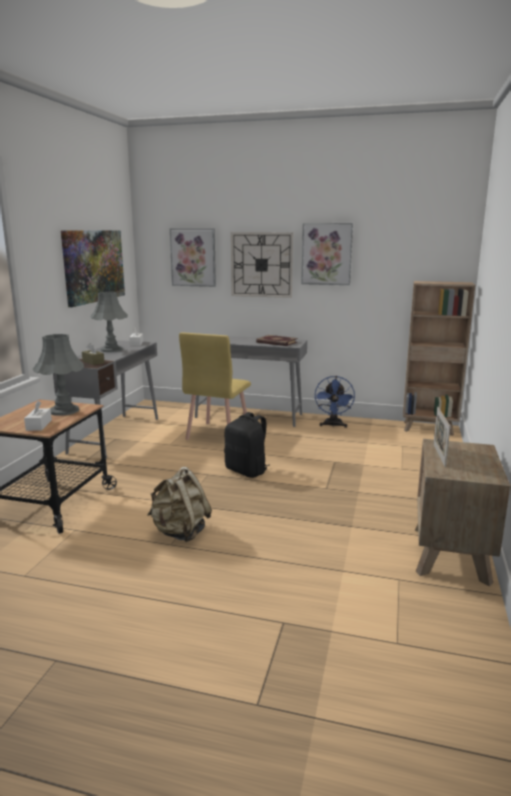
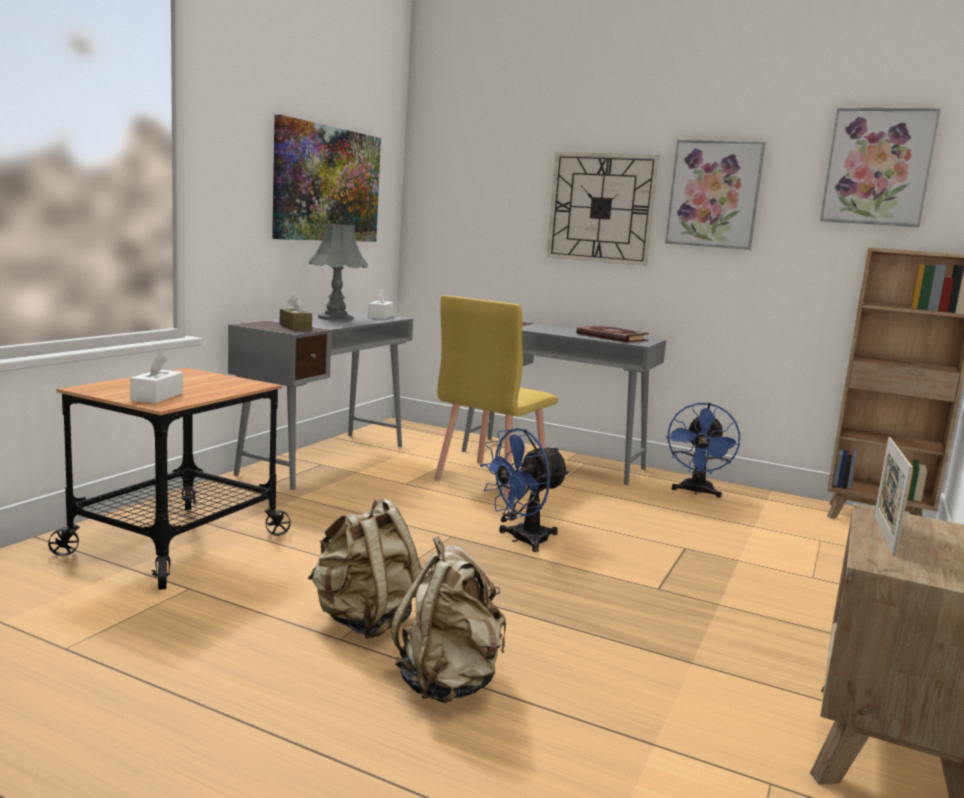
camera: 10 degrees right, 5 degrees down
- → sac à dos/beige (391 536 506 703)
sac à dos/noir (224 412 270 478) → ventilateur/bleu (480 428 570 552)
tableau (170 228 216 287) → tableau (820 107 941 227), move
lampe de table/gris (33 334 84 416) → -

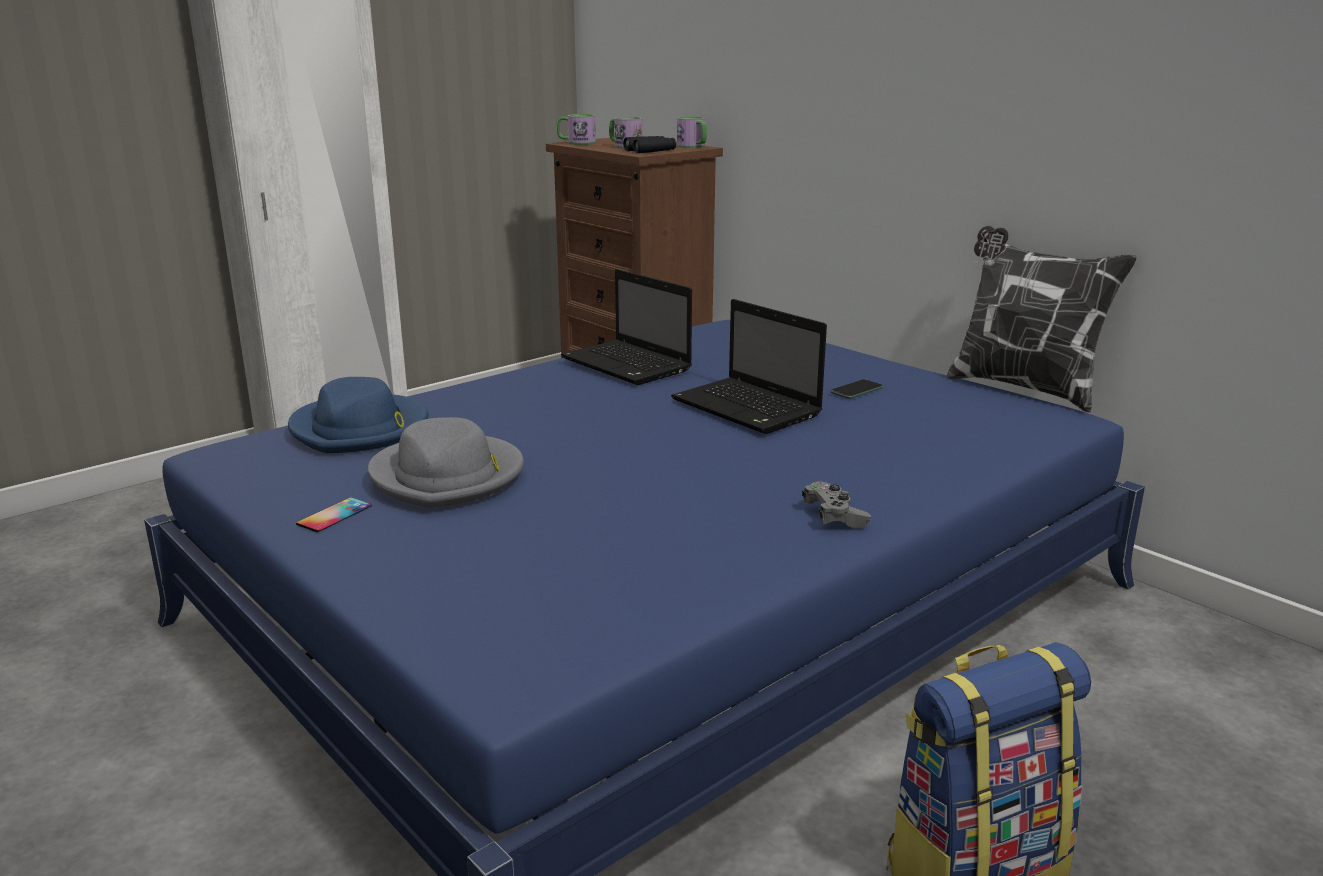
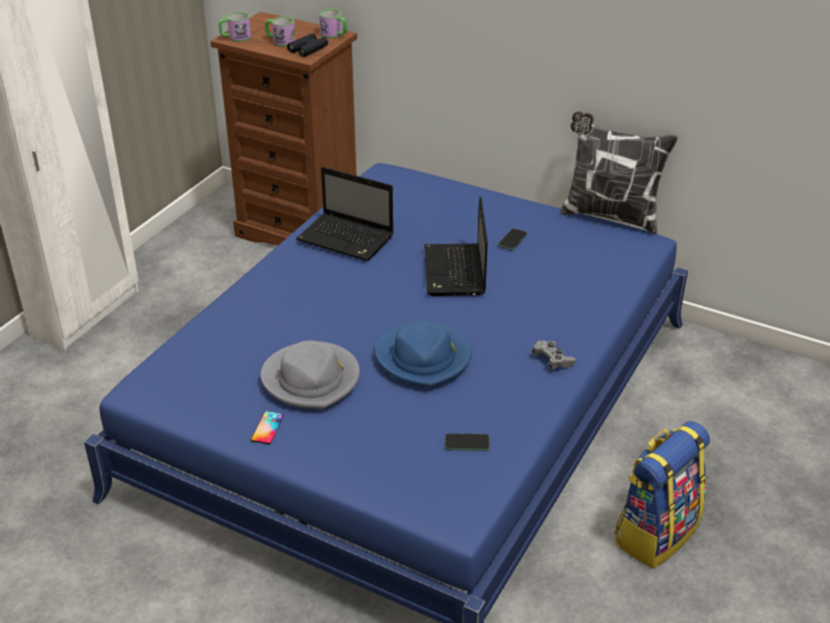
camera: 20 degrees left, 15 degrees up
chapeau/bleu (288 377 428 453) → chapeau/bleu (375 320 472 387), move
ordinateur portable (671 299 827 434) → ordinateur portable (424 196 488 296), 60 degrees clockwise
- → téléphone (445 433 490 451)

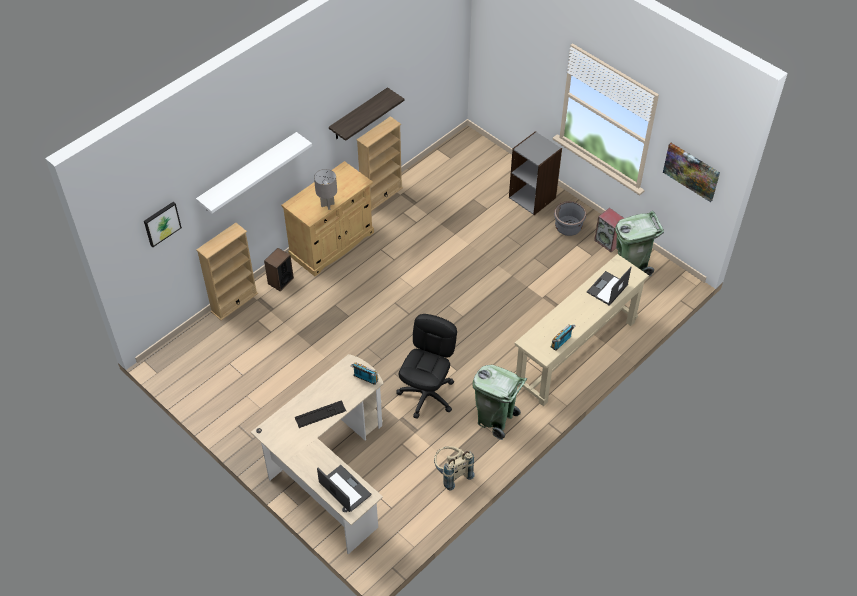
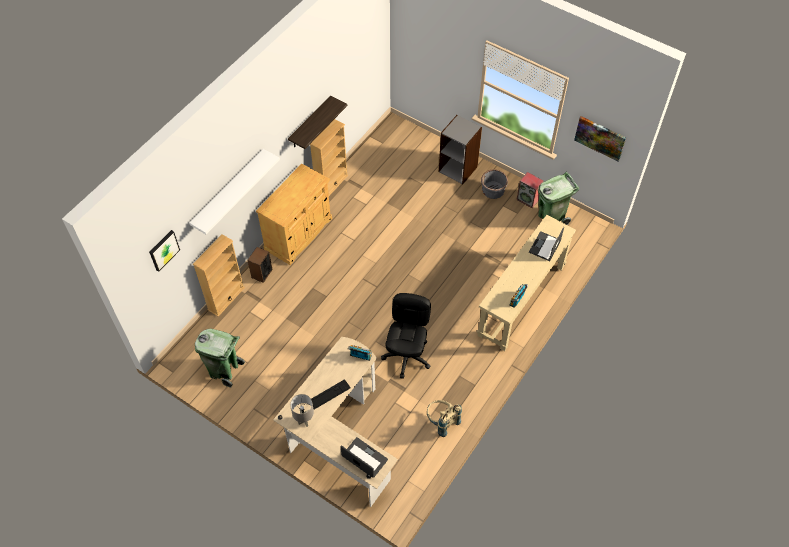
camera: 10 degrees left, 5 degrees up
poubelle/vert (473 365 527 440) → poubelle/vert (195 329 245 388), move
lampe de table/gris (314 169 337 210) → lampe de table/gris (290 394 314 427), move

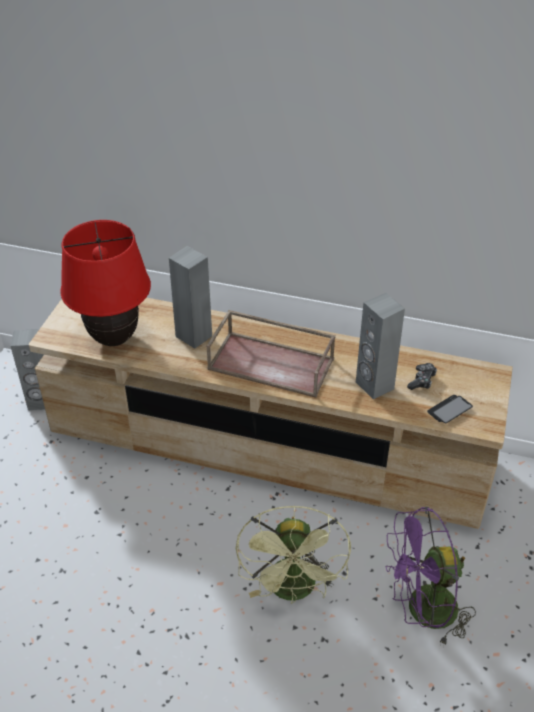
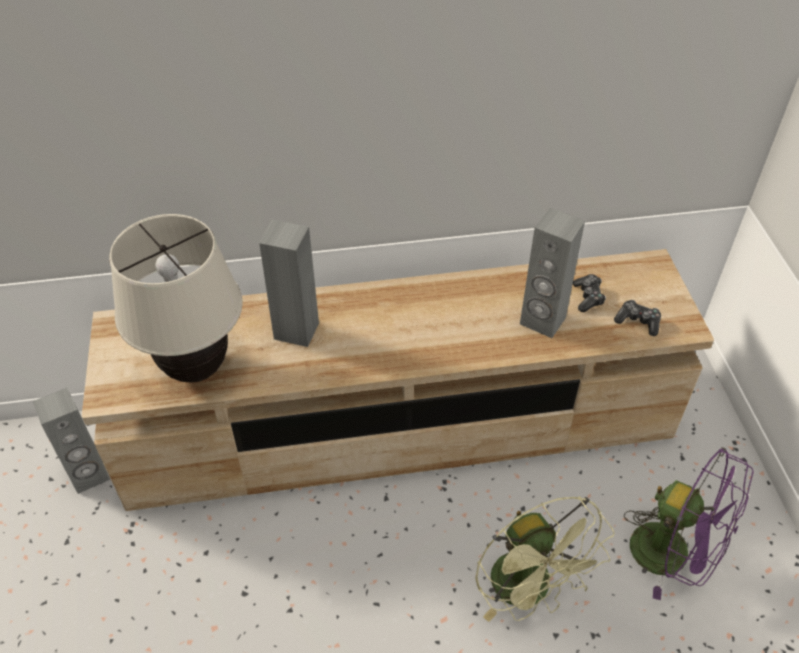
camera: 25 degrees left, 5 degrees up
lampe de table/rouge (60 220 151 346) → lampe de table/beige (109 214 243 383)
téléphone (427 395 473 423) → manette (614 300 661 336)
ventilateur/violet (385 507 476 647) → ventilateur/violet (623 447 754 600), 105 degrees counterclockwise
plateau/marron (207 310 336 398) → -

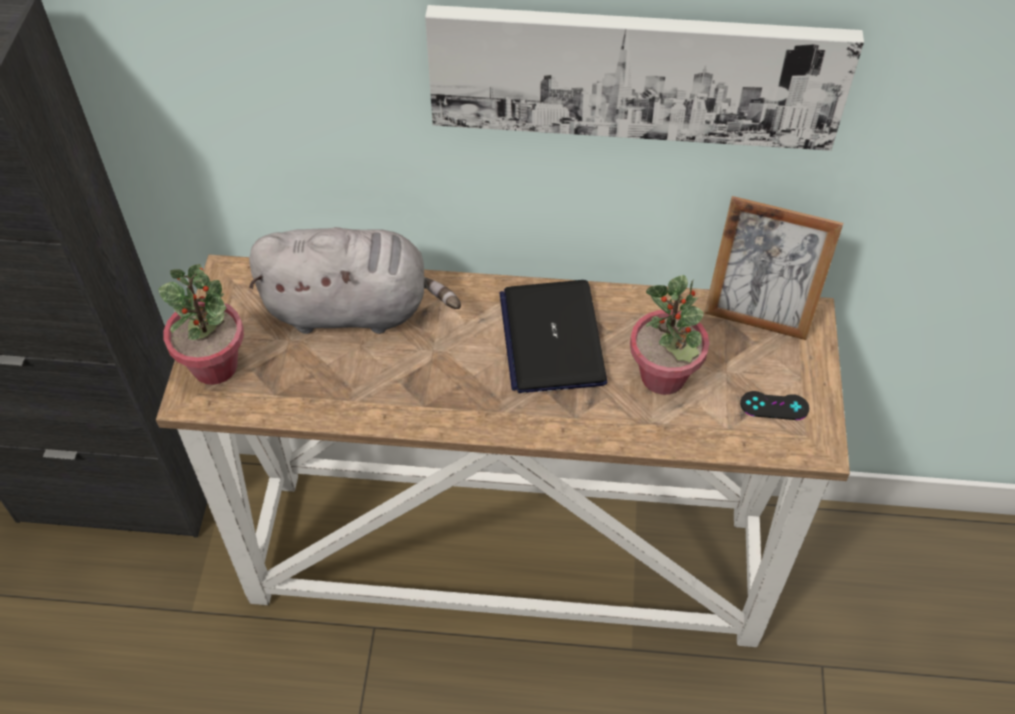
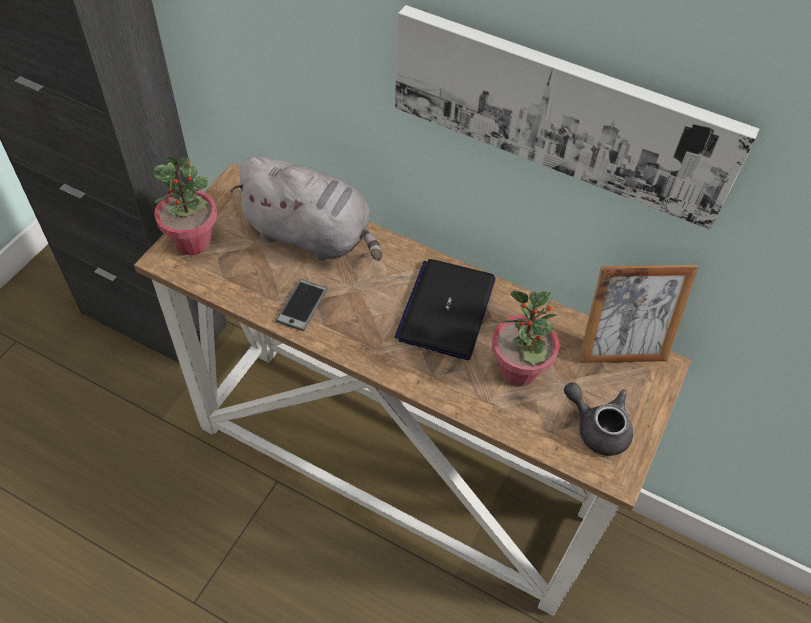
camera: 20 degrees right, 0 degrees up
- → téléphone (276 279 327 331)
manette/noir (740 391 809 420) → théière/gris (564 382 633 456)
cadre photo (704 196 843 340) → cadre photo (579 265 699 363), 45 degrees counterclockwise

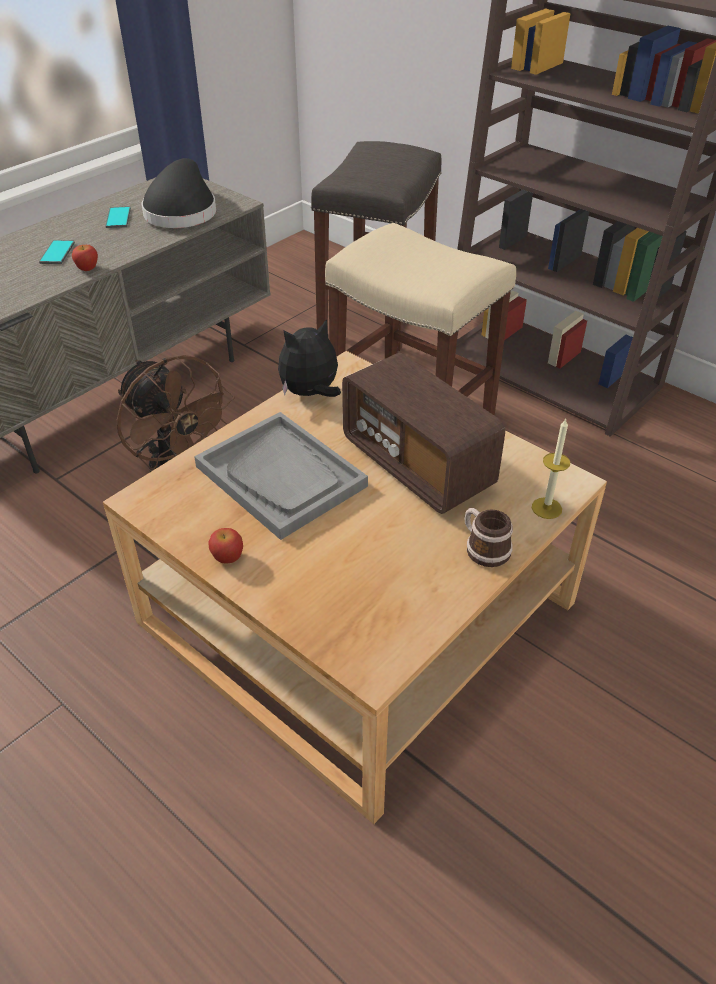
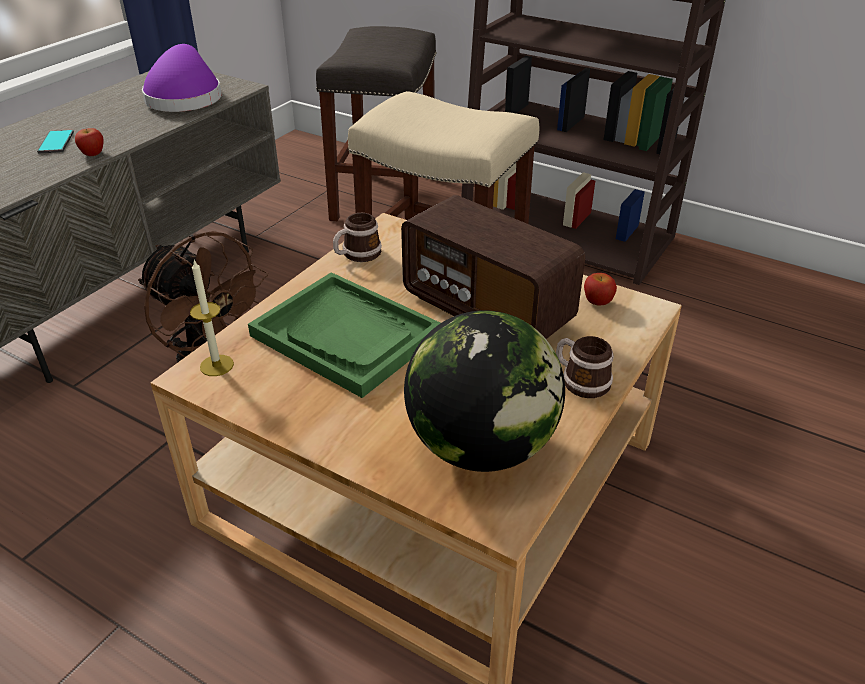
camera: 10 degrees left, 5 degrees down
chapeau/noir (142 158 216 228) → chapeau/violet (142 44 222 112)
bougie (532 419 570 519) → bougie (190 260 234 376), move
plateau/gris (194 412 368 540) → plateau/vert (248 272 440 398)
peluche (278 319 341 397) → mug (333 213 382 262)
- → globe (404 310 565 472)
pomme (208 528 243 564) → pomme (584 273 617 305), move
téléphone (106 206 131 228) → -

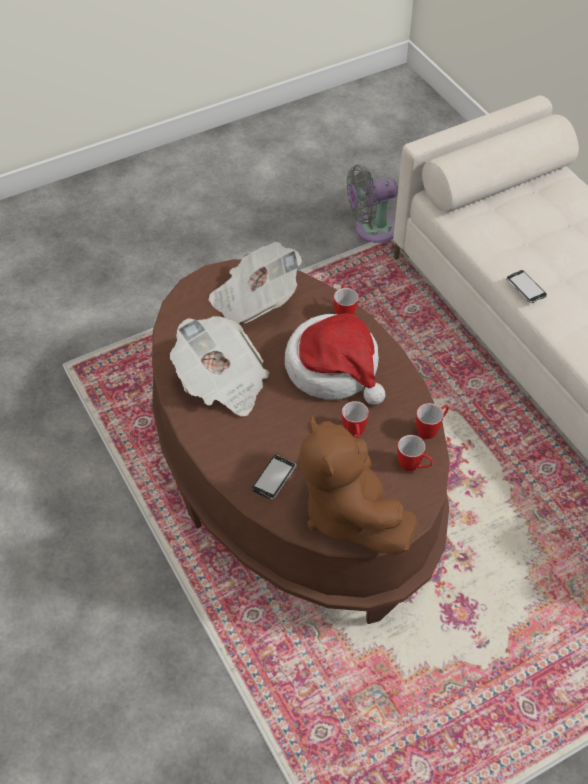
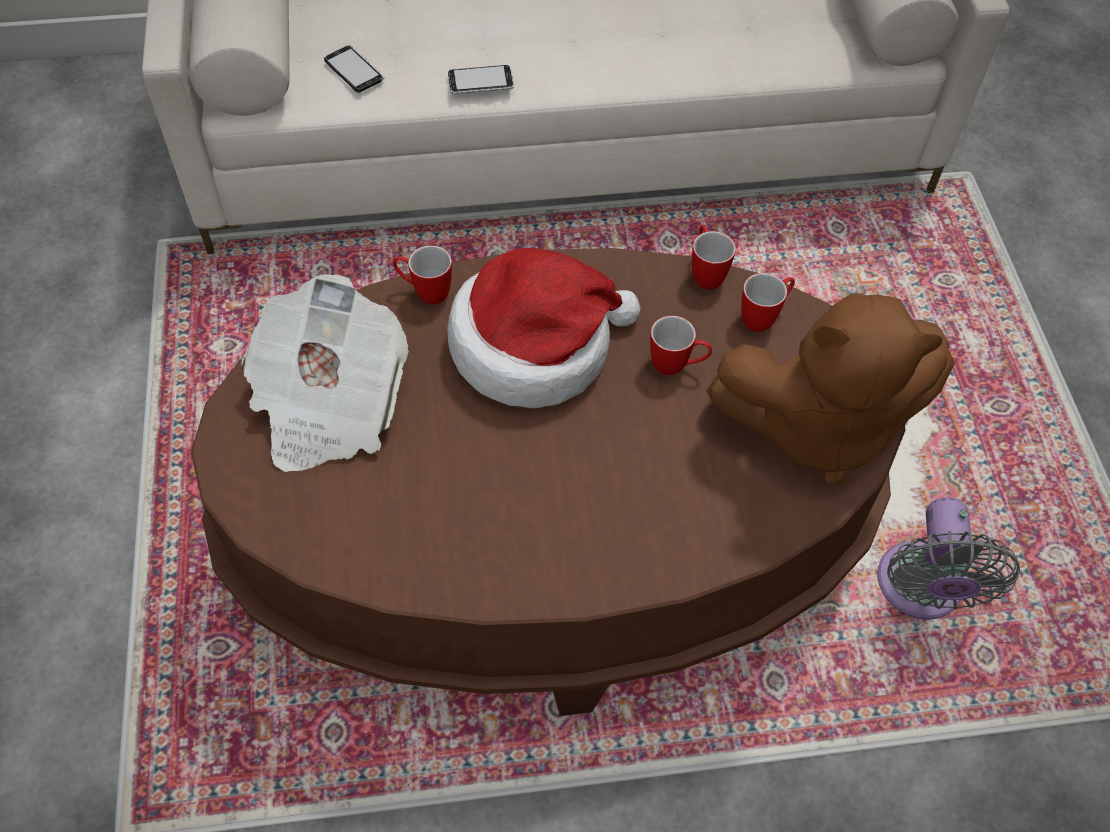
camera: 70 degrees left, 5 degrees up
téléphone (252 455 296 500) → téléphone (324 45 384 93), move
ventilateur/gris (347 165 398 243) → ventilateur/gris (877 497 1020 620), move
journal (170 316 269 417) → -

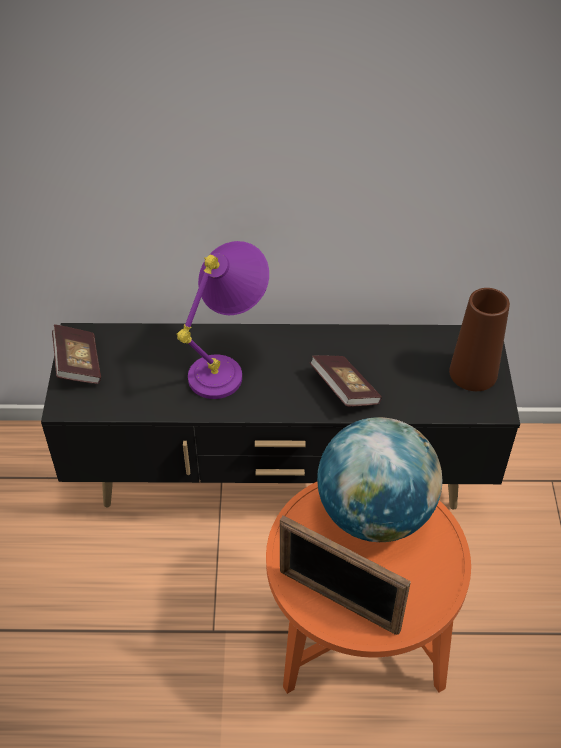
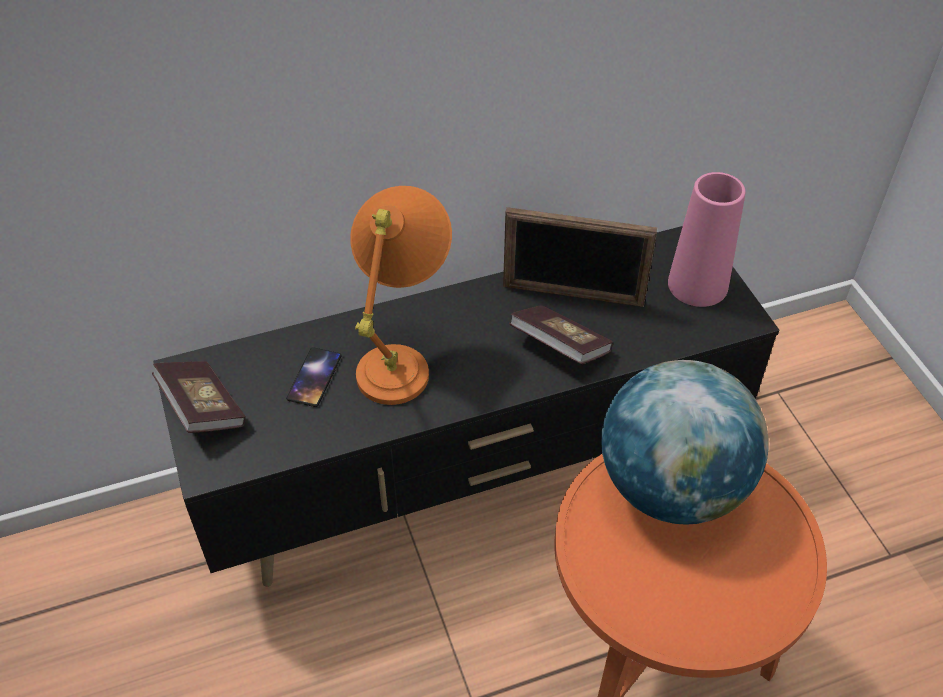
camera: 20 degrees left, 0 degrees up
- → téléphone (286 347 342 407)
lampe de table/violet (176 241 269 399) → lampe de table/orange (350 186 452 405)
cadre photo (280 515 411 635) → cadre photo (503 207 658 307), move
vase/marron (449 288 510 391) → vase/rose (668 172 745 307)

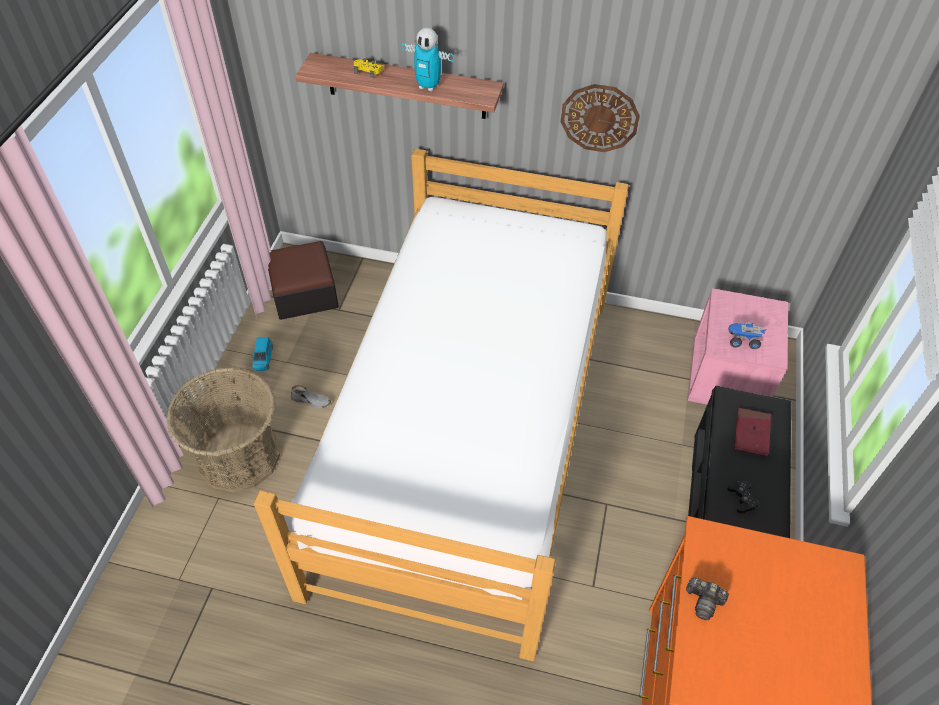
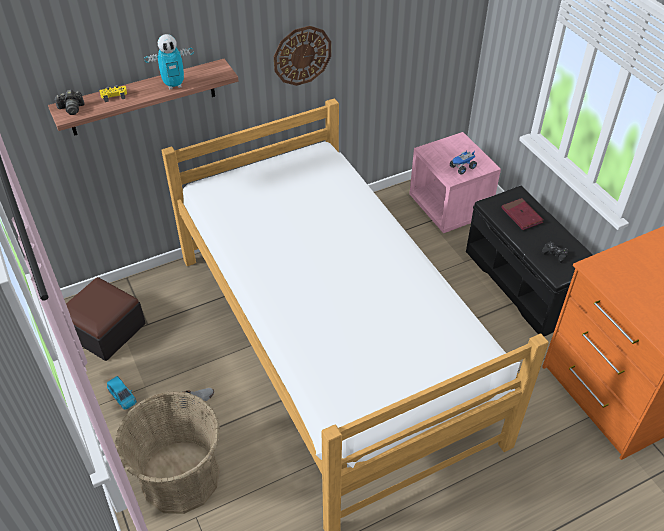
camera: 40 degrees left, 5 degrees down
appareil photo (686 578 729 620) → appareil photo (54 90 84 115), move

